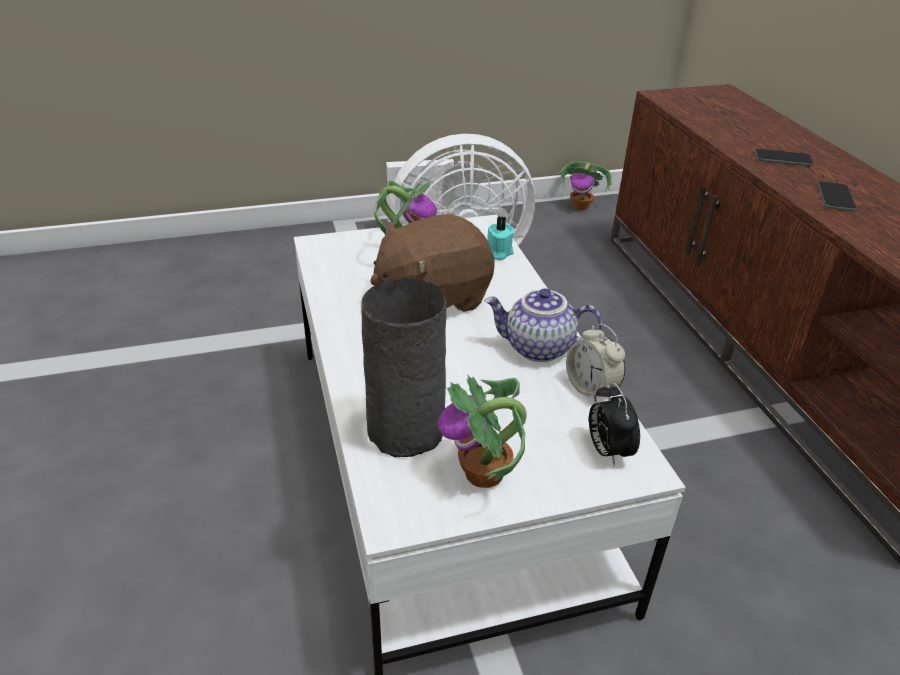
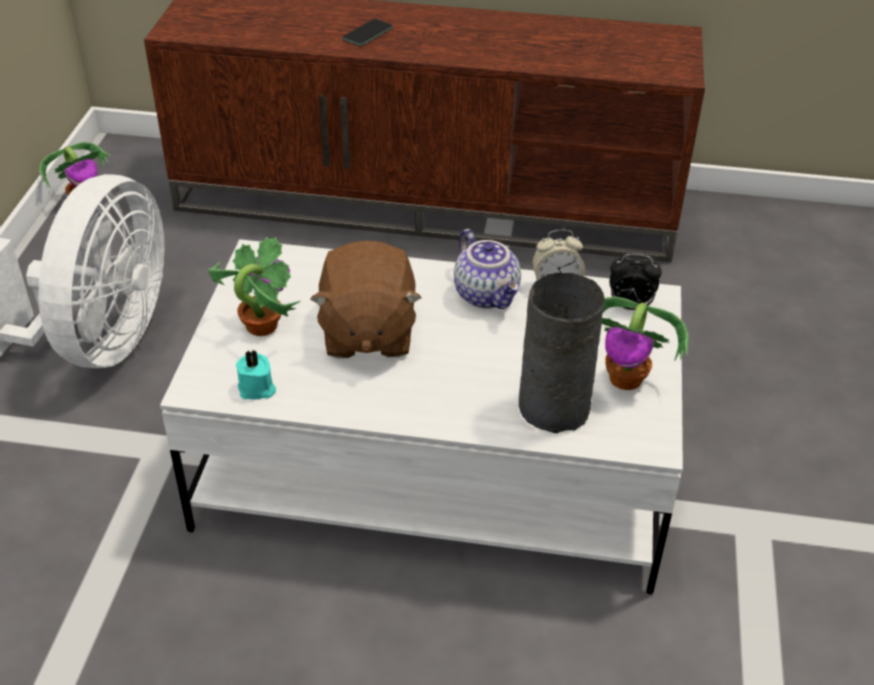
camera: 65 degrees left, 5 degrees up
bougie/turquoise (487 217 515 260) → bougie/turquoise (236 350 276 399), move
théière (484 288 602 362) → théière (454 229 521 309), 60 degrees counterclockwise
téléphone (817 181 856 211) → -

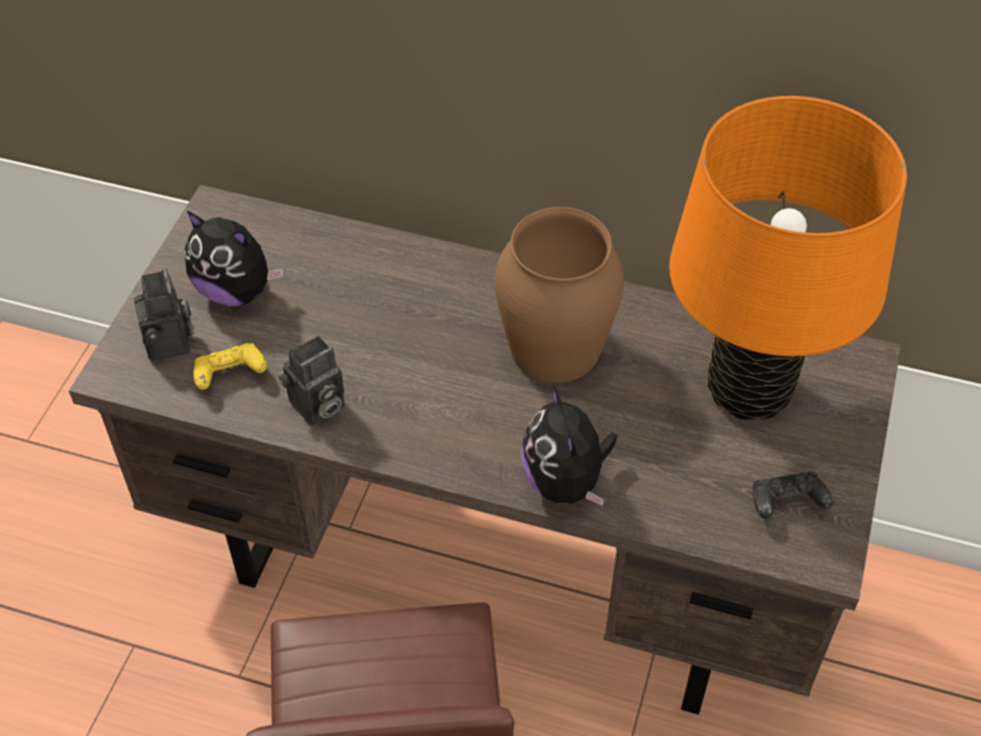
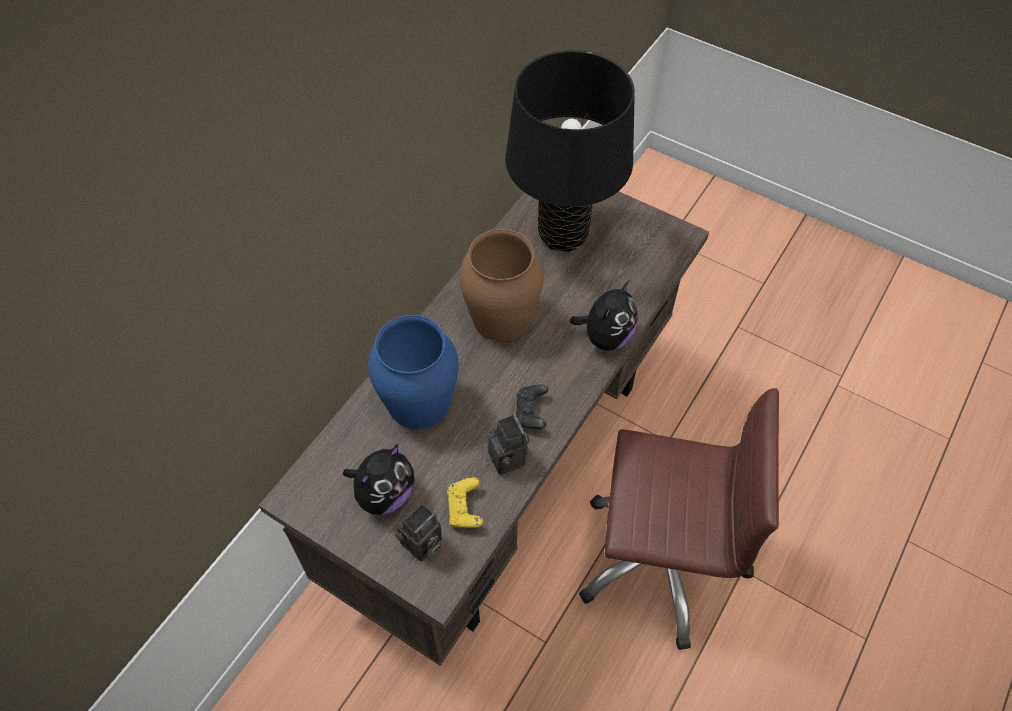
camera: 75 degrees left, 5 degrees up
- → vase/bleu (368 315 459 429)
appareil photo (134 268 195 362) → appareil photo (395 504 442 562), 135 degrees clockwise
lampe de table/orange (669 96 907 420) → lampe de table/noir (505 50 635 252)
manette/noir (753 472 833 519) → manette/noir (516 384 548 429), move
peluche (521 384 618 506) → peluche (569 281 638 351), 60 degrees counterclockwise

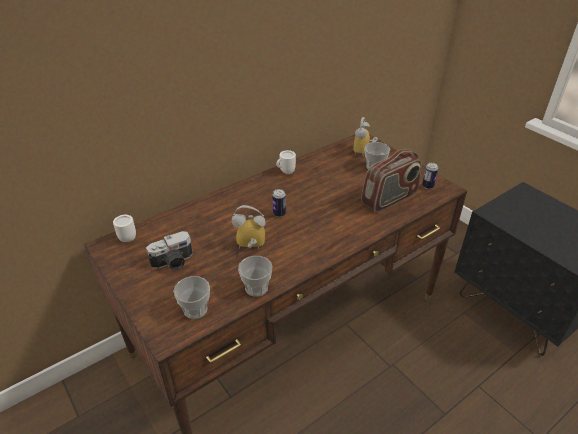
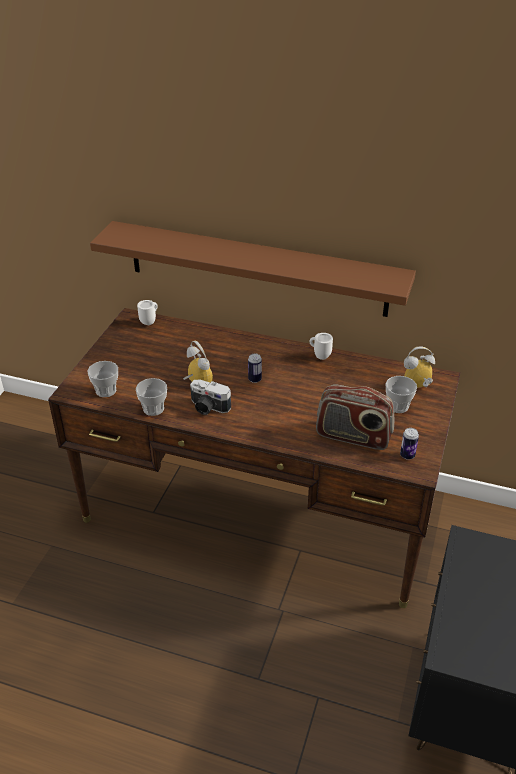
camera: 55 degrees right, 0 degrees up
- → étagère/marron (90 221 416 317)
appareil photo (146 231 193 270) → appareil photo (190 380 231 415), move

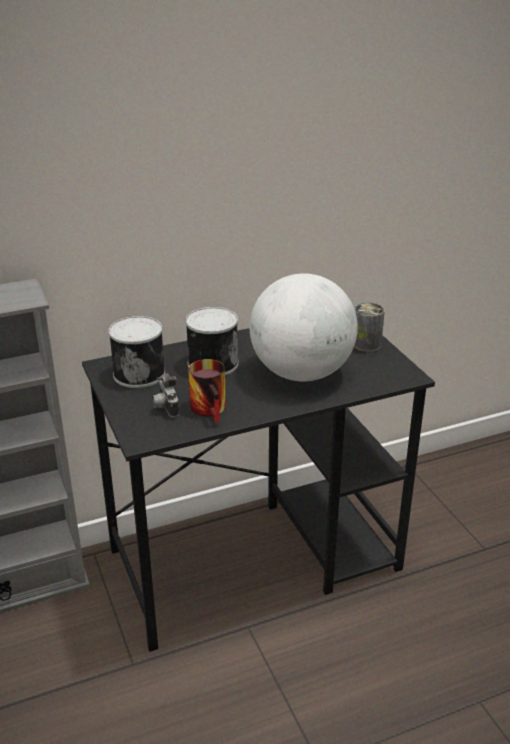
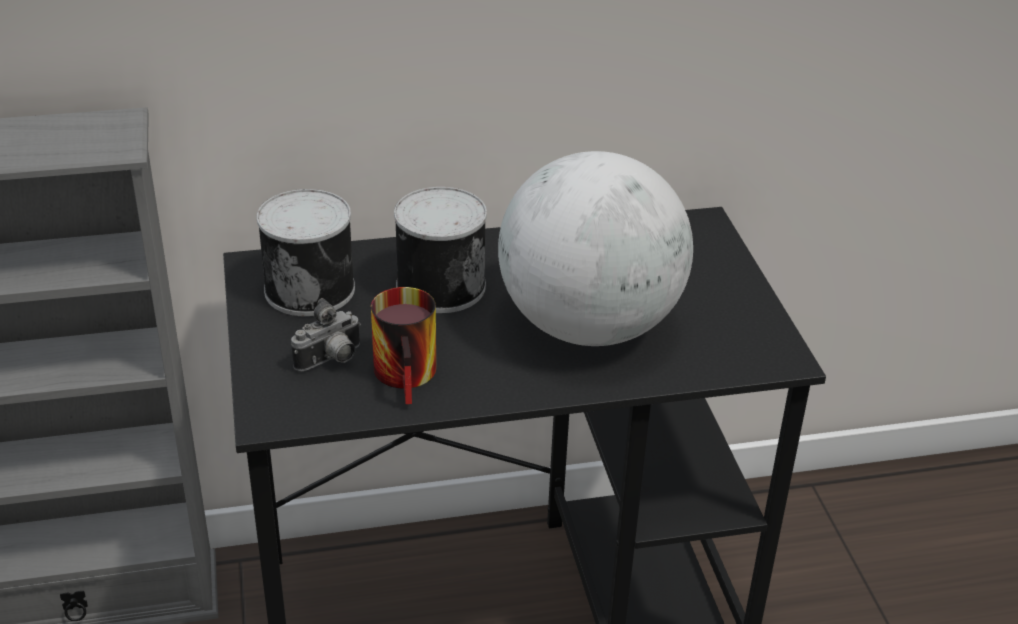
camera: 10 degrees right, 5 degrees up
appareil photo (152 373 179 417) → appareil photo (291 298 361 371), 120 degrees counterclockwise
boîte métallique (354 302 385 352) → -

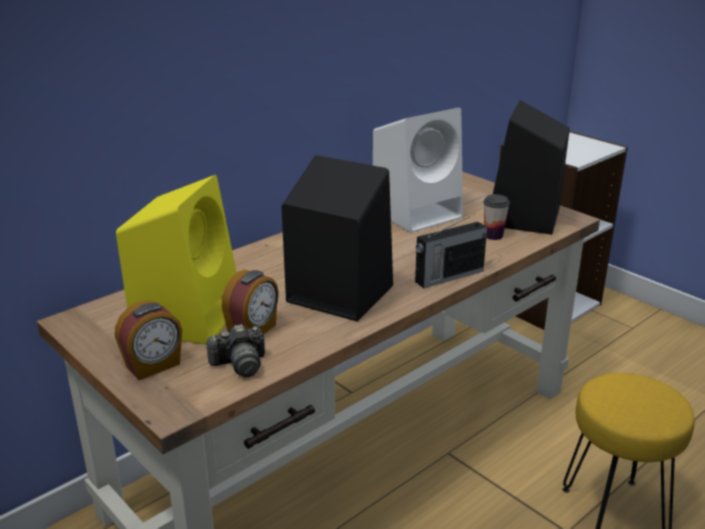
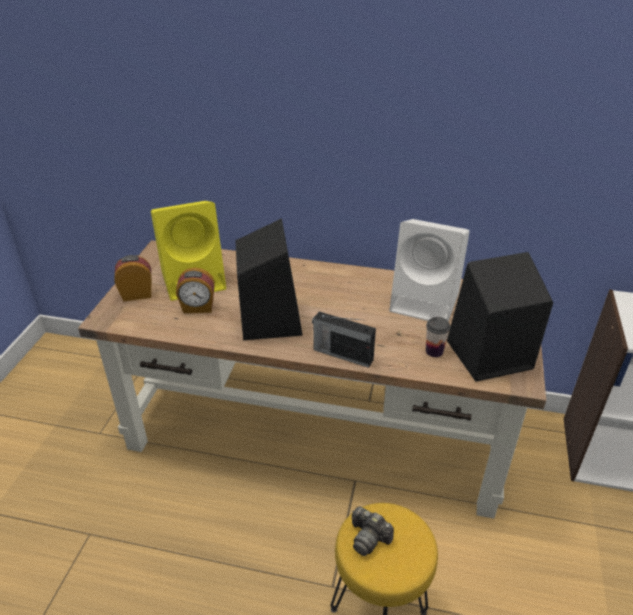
camera: 55 degrees right, 10 degrees up
réveil (115 300 182 380) → réveil (115 255 152 301), 150 degrees clockwise
appareil photo (205 324 265 377) → appareil photo (352 507 394 556), move

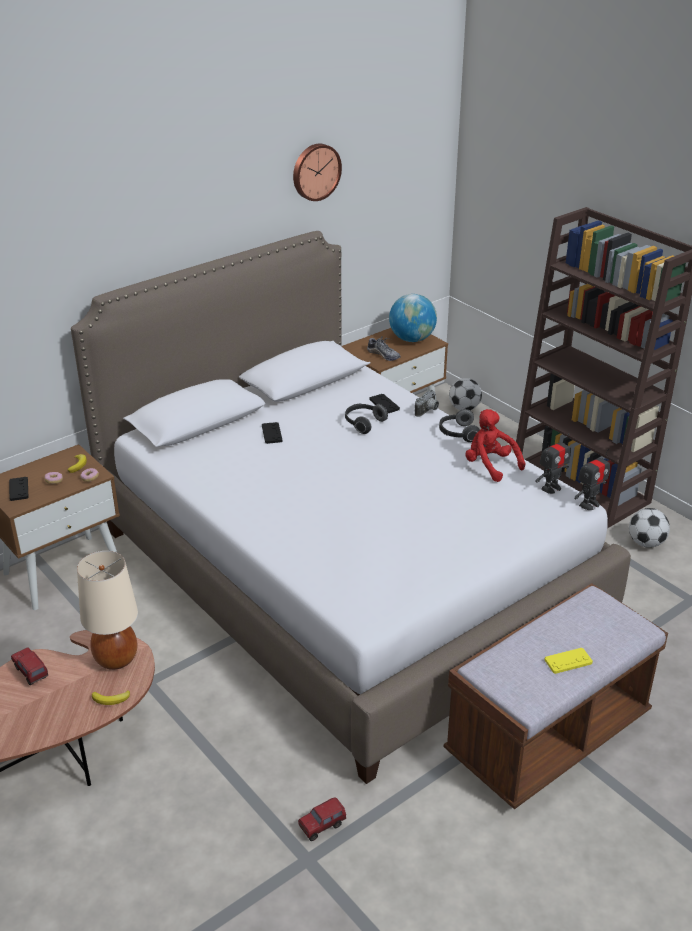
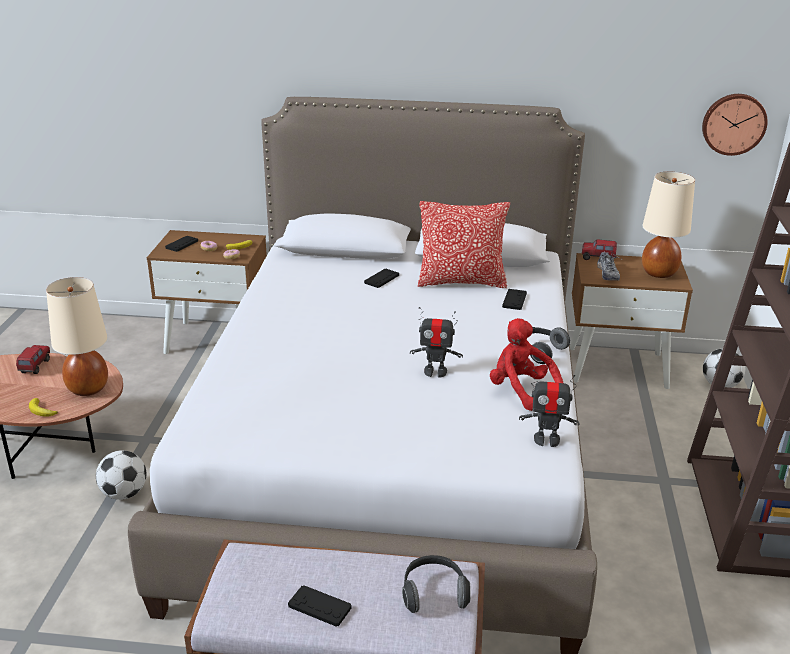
camera: 45 degrees right, 5 degrees down
ballon de foot (629 508 670 548) → ballon de foot (96 450 146 500), move
manette/jaune (545 648 593 674) → manette/noir (288 585 352 627)
casque audio (345 404 388 434) → casque audio (402 555 471 613), move
robot jouet (574 449 610 510) → robot jouet (410 307 463 378), move
- → coussin (418 201 510 288)
peluche/rouge (465 409 525 482) → peluche/rouge (490 318 563 411), 45 degrees counterclockwise
camion jouet (298 797 346 841) → camion jouet (582 239 617 260), move
globe (389 294 437 342) → lampe de table/beige (642 171 695 278)
horloge murale (293 143 342 201) → horloge murale (702 94 768 156), move
appareil photo (415 390 439 417) → -

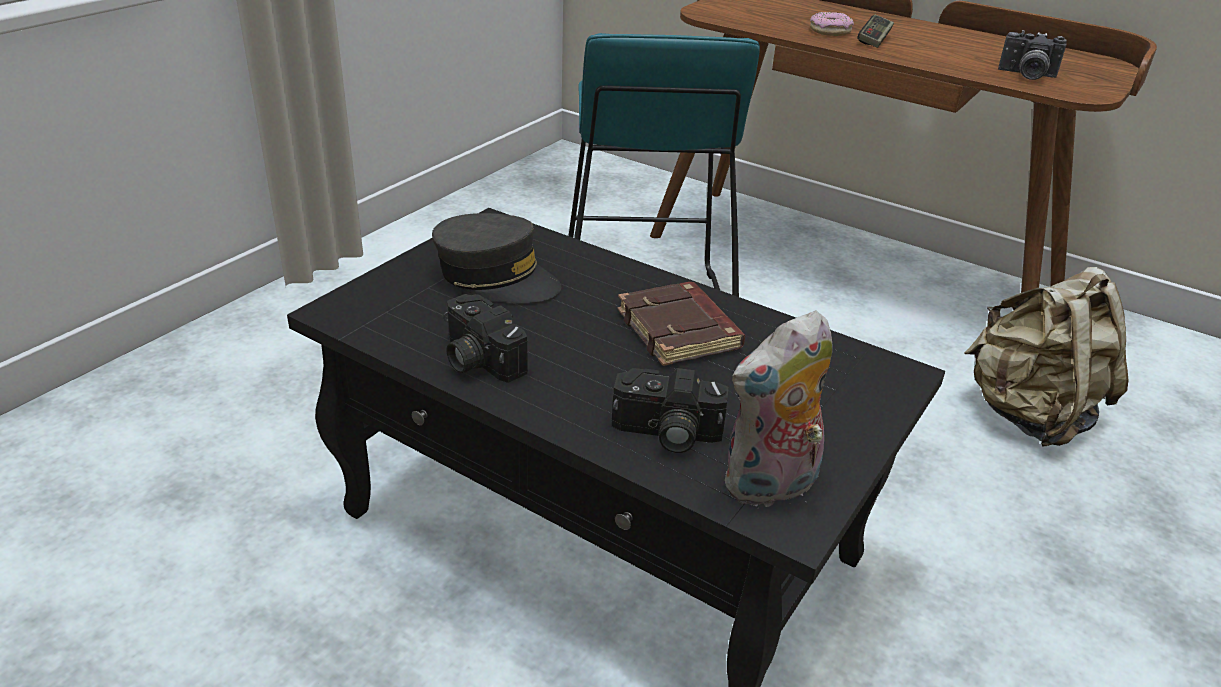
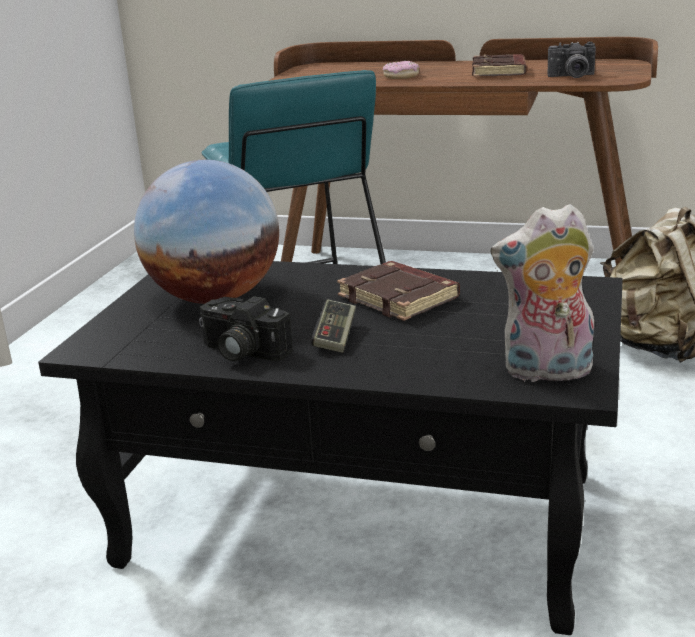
camera: 15 degrees left, 10 degrees down
casquette/gris (432 213 561 303) → globe (134 160 279 304)
manette (857 14 894 48) → manette (311 300 356 353), move
- → livre/marron (472 54 527 77)
peluche (725 311 833 509) → peluche (491 204 594 385), 45 degrees clockwise
appareil photo (612 368 728 453) → -

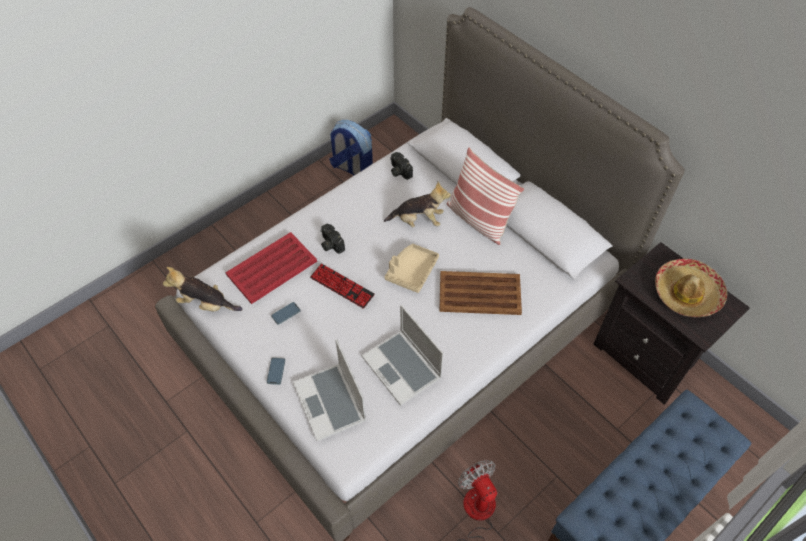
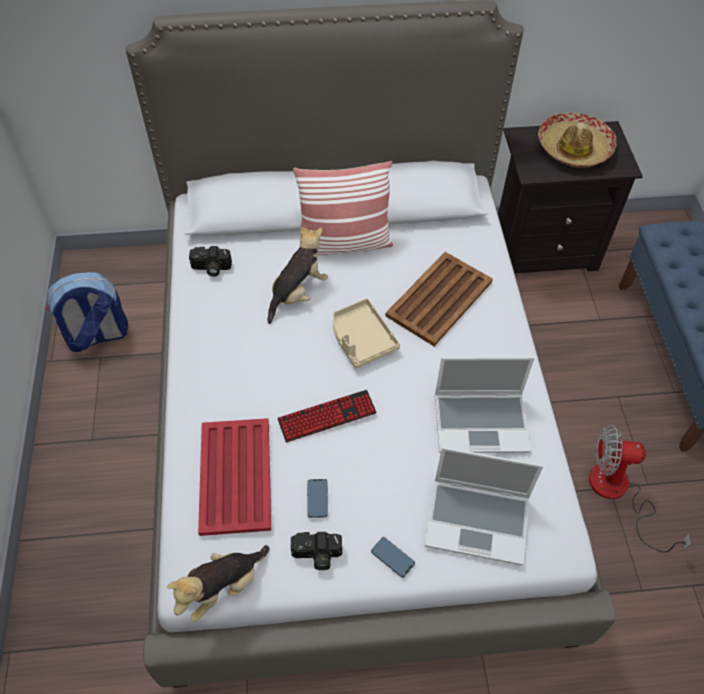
camera: 55 degrees left, 0 degrees up
appareil photo (320 224 345 254) → appareil photo (290 532 342 570), move

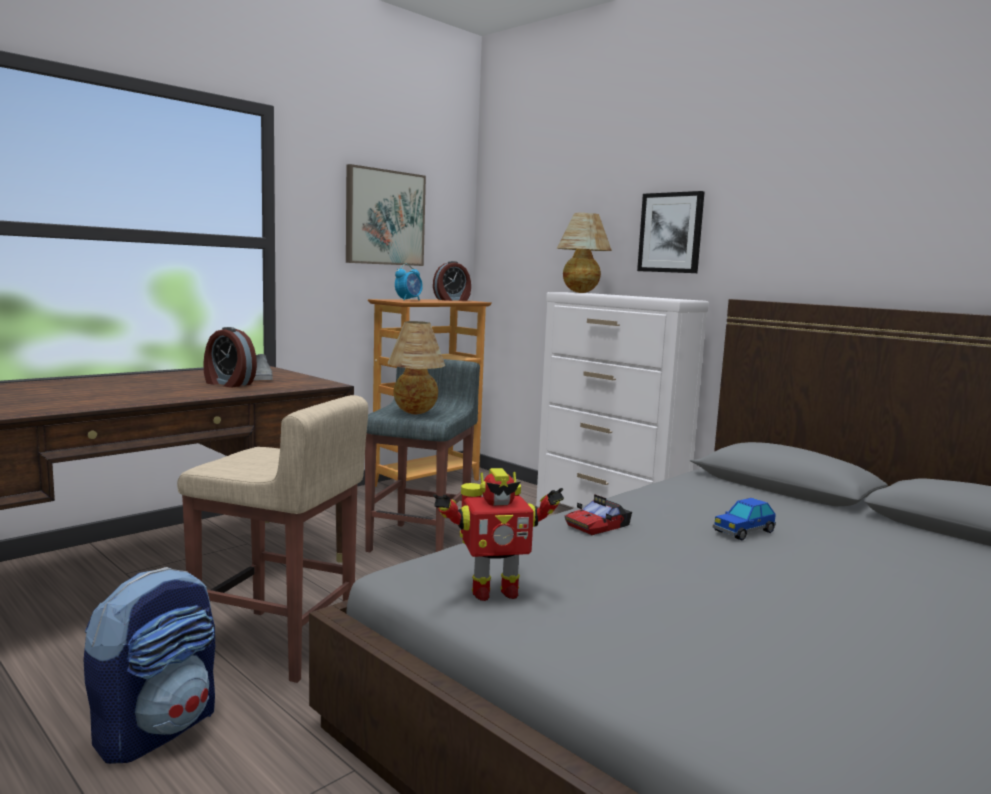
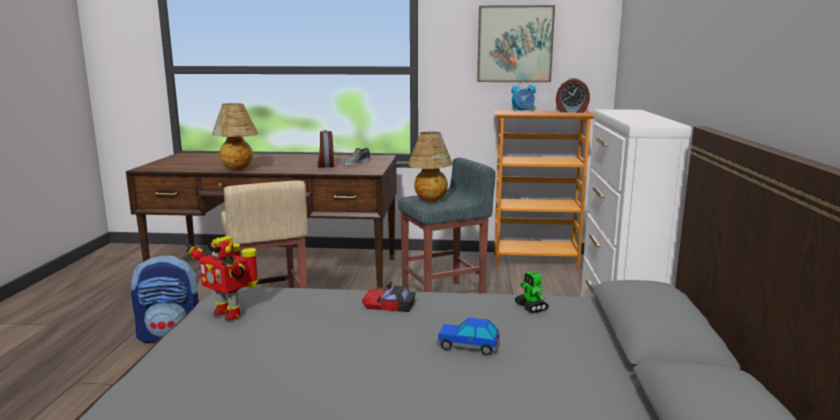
camera: 50 degrees right, 5 degrees up
lampe de table (557 213 612 293) → lampe de table (212 103 259 170), move
- → robot jouet (515 271 549 313)
tableau (637 191 705 273) → -

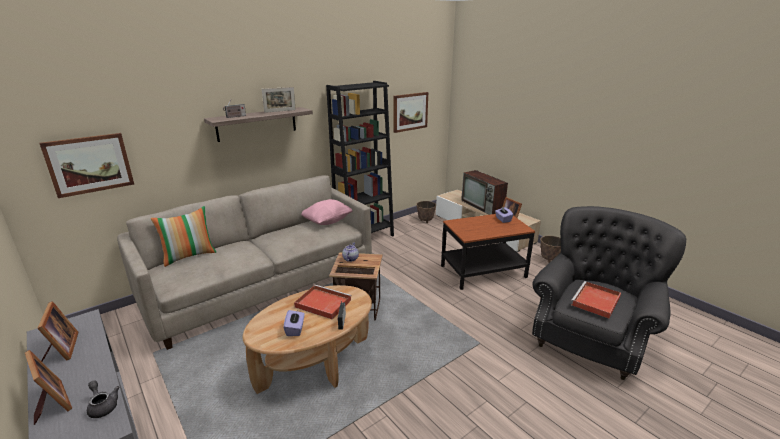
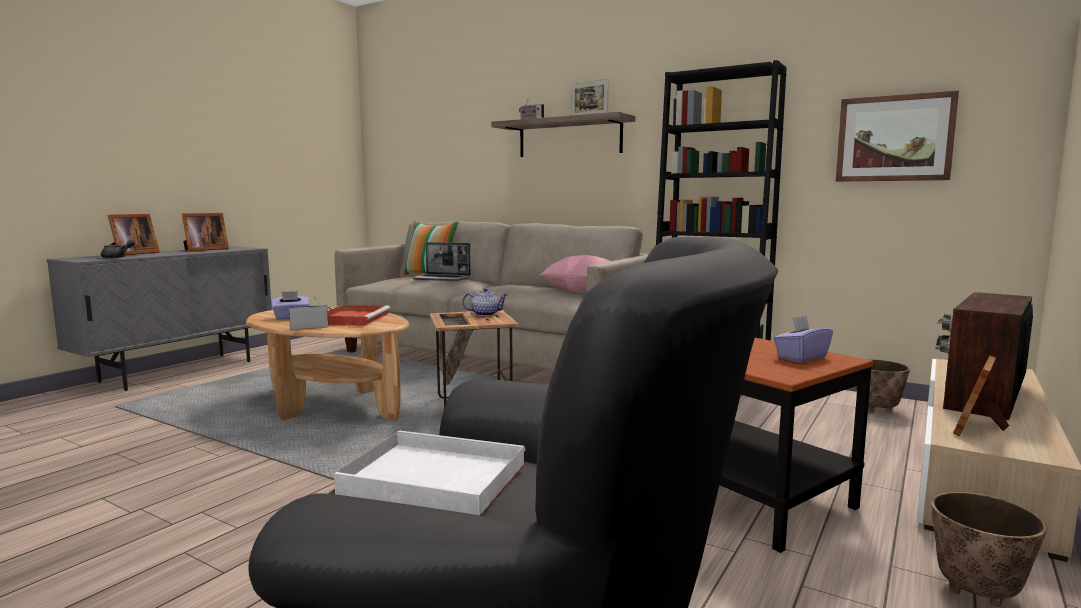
camera: 70 degrees right, 15 degrees down
plateau/rouge (571 281 621 318) → plateau/blanc (334 430 525 516)
- → ordinateur portable (411 242 471 281)
tableau (39 133 134 198) → -

